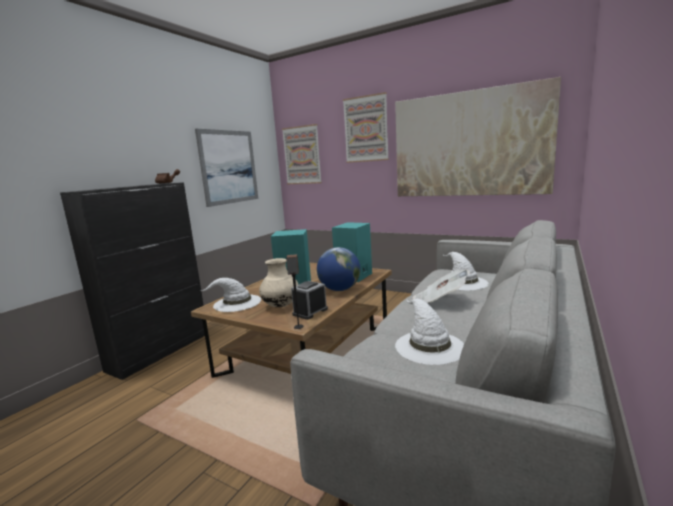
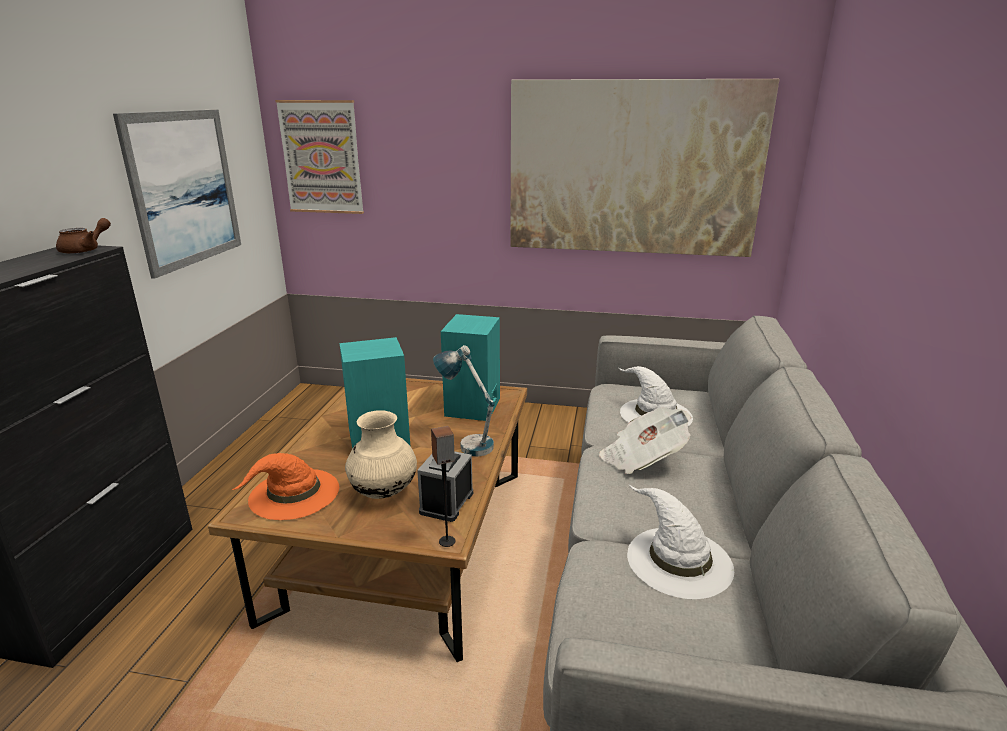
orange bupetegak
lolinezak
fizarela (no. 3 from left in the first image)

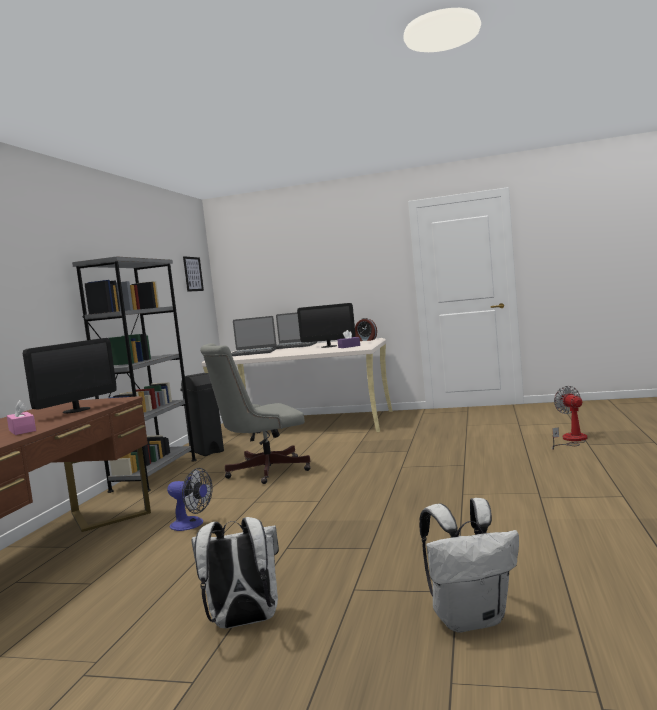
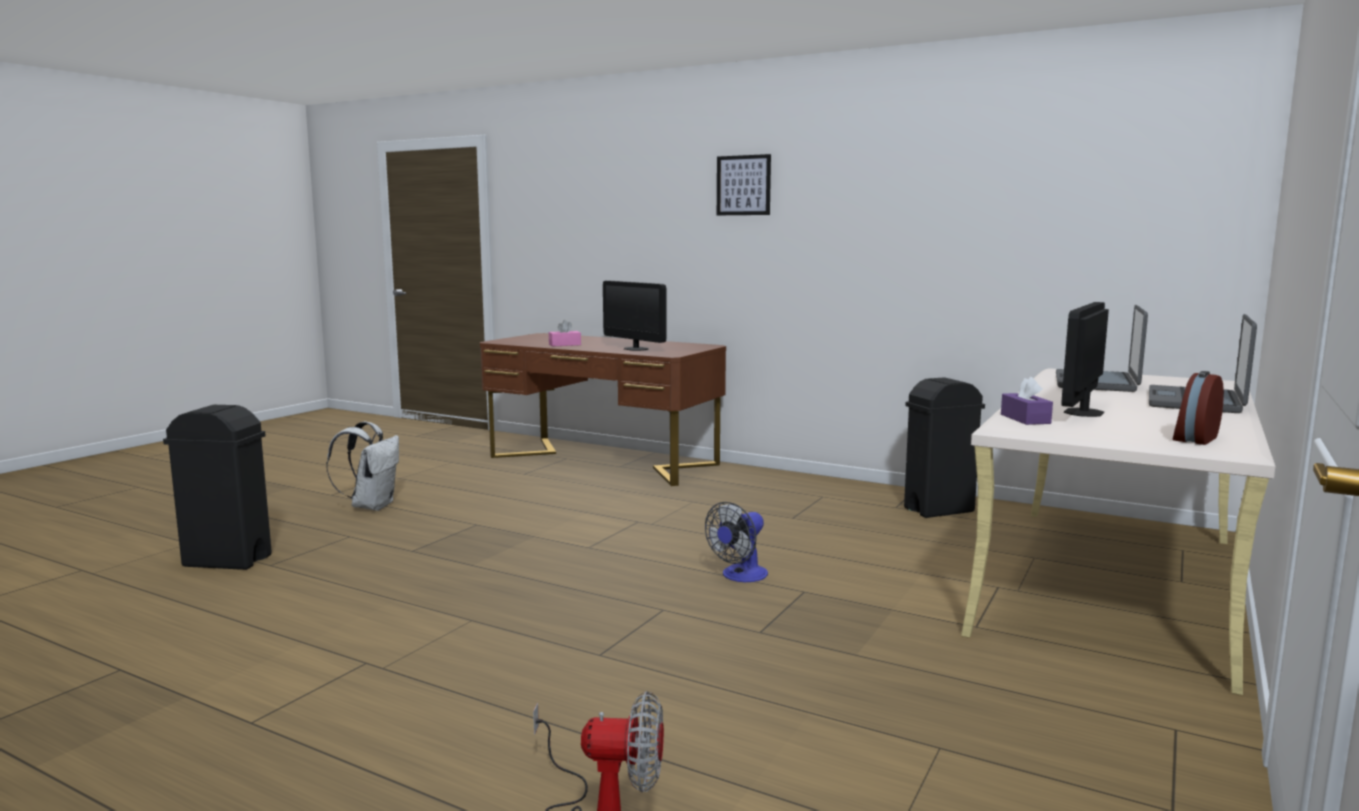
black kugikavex (no. 1 from left)
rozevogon (no. 2 from left)
fizarela
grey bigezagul
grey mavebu

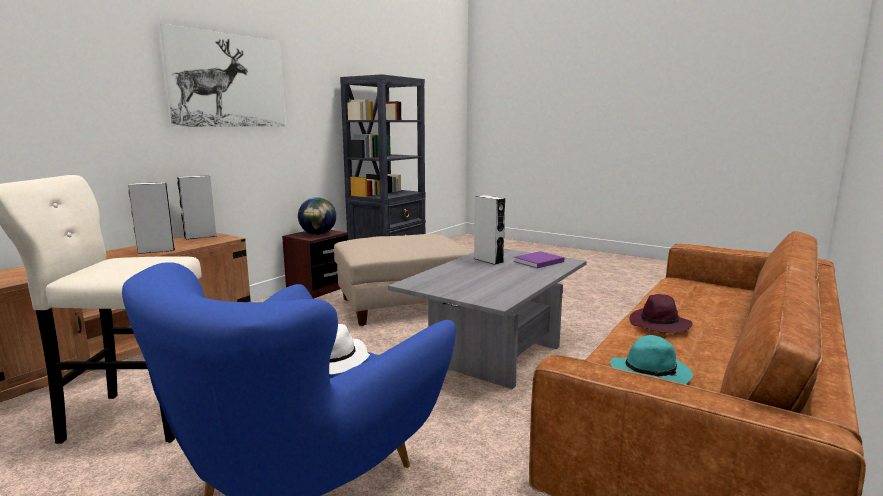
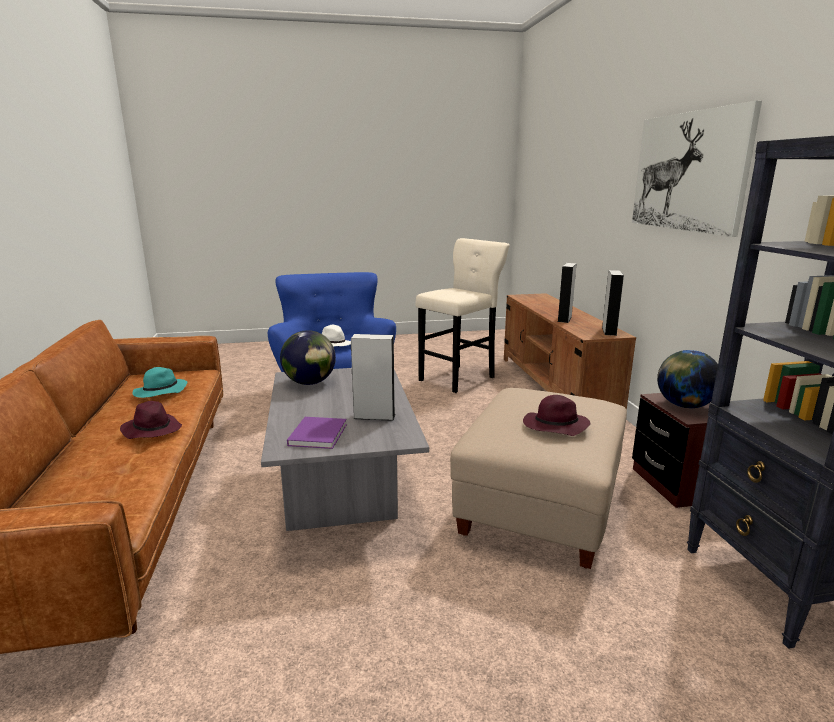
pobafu (no. 1 from left)
purple bupetegak (no. 2 from left)

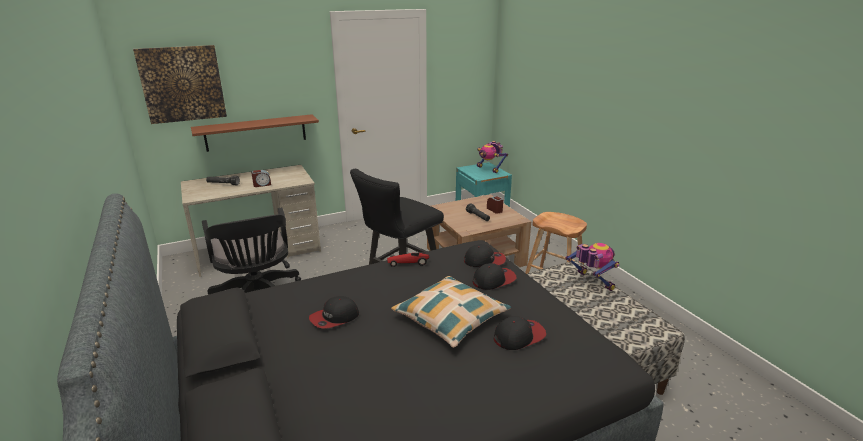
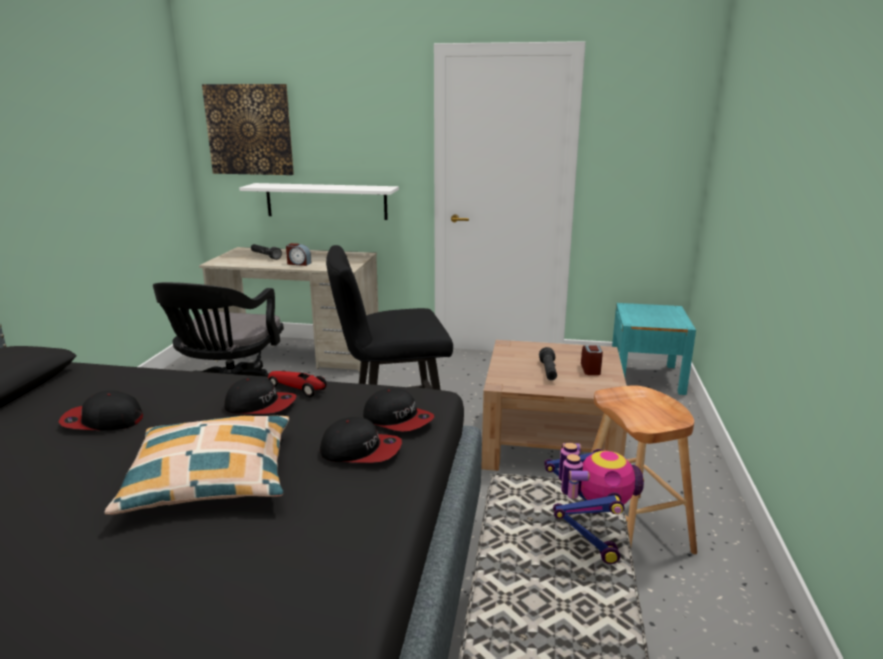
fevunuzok (no. 2 from left)
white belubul
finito (no. 1 from left in the first image)

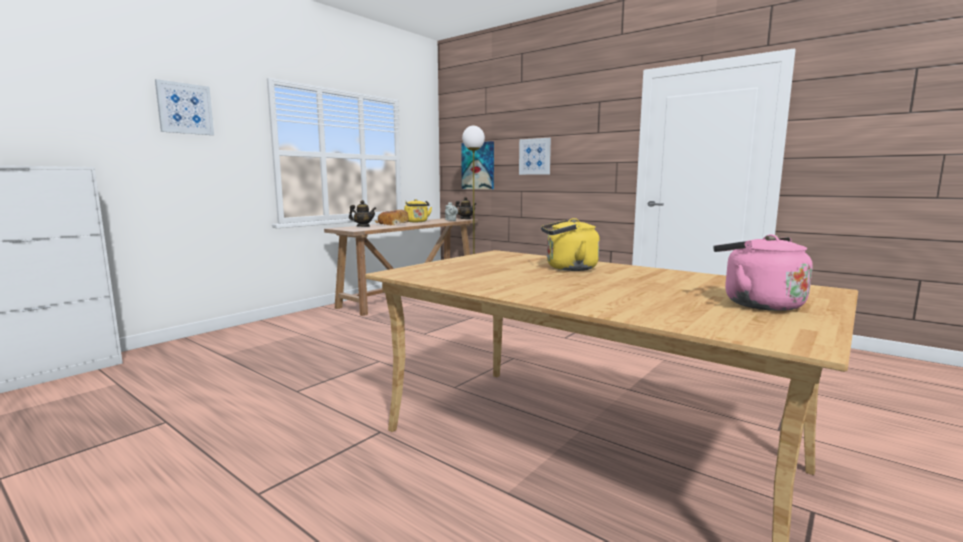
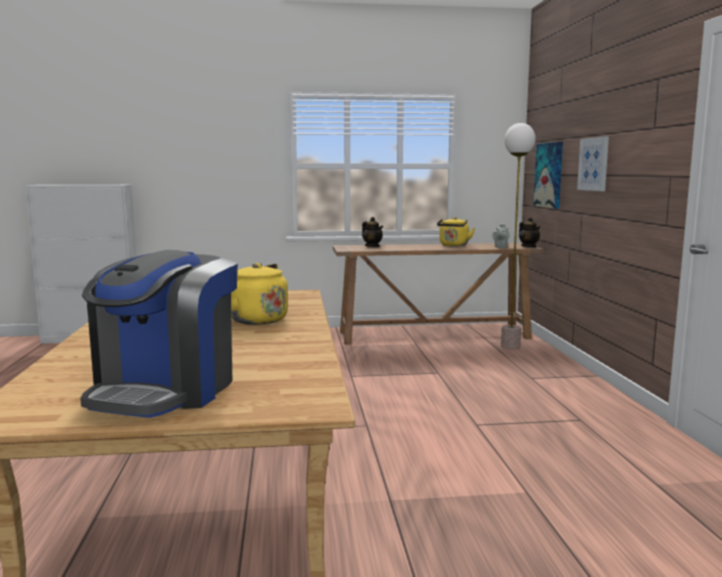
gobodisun
fizarela (no. 1 from left in the first image)
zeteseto

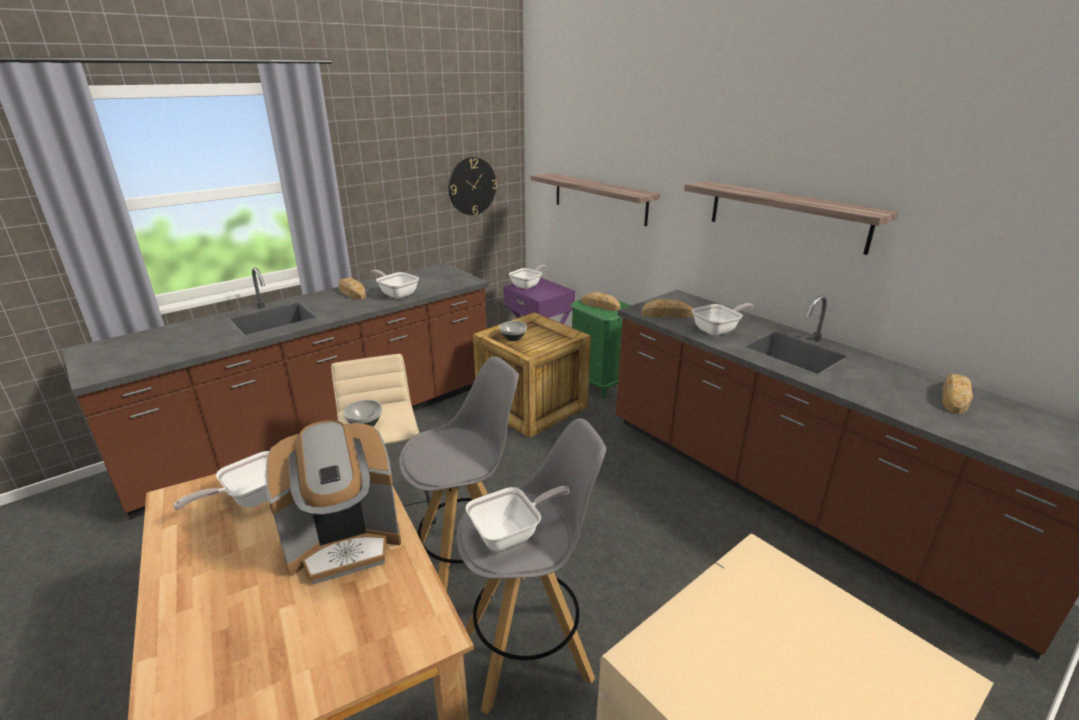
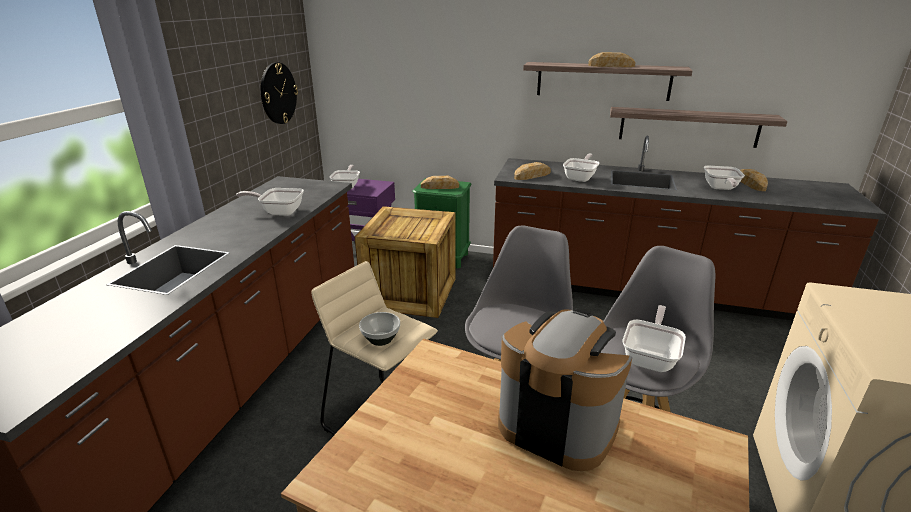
gobodisun
zeteseto (no. 3 from left)
belubul (no. 2 from left)
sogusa (no. 5 from left)
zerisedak (no. 2 from left in the first image)

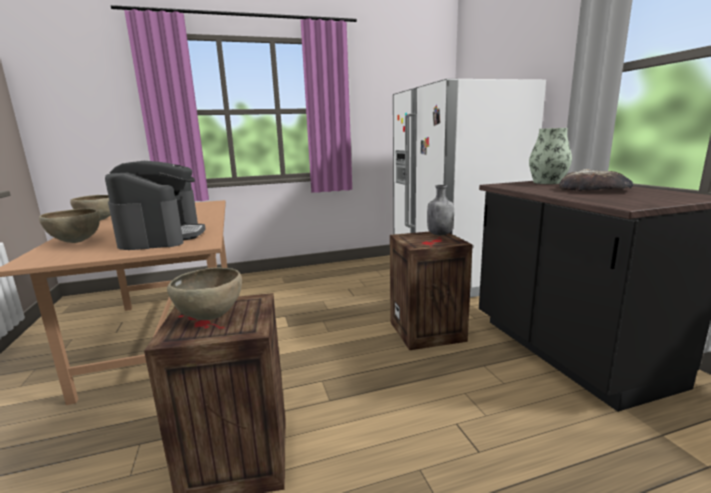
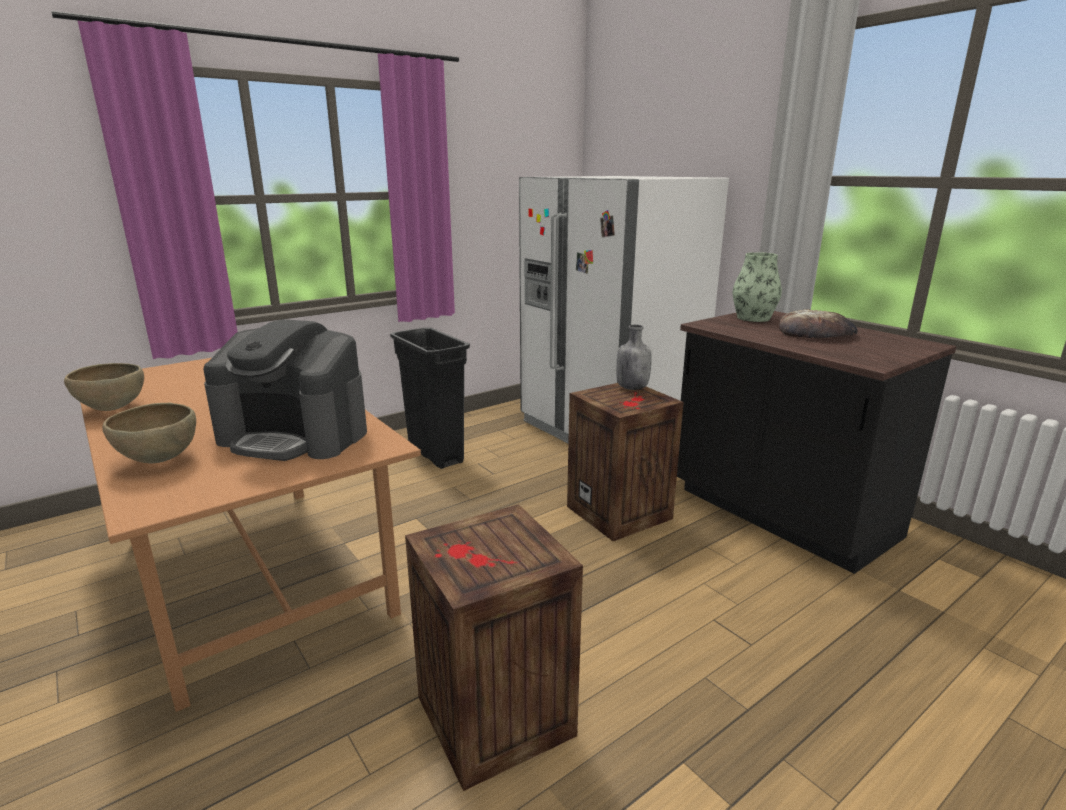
gobodisun
black kugikavex
brown zerisedak (no. 3 from left in the first image)

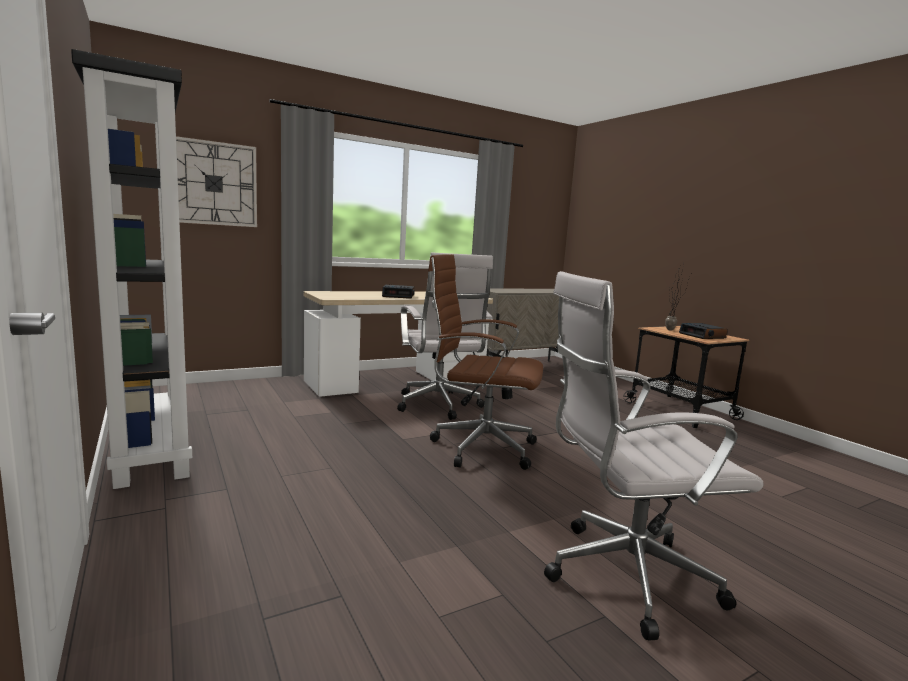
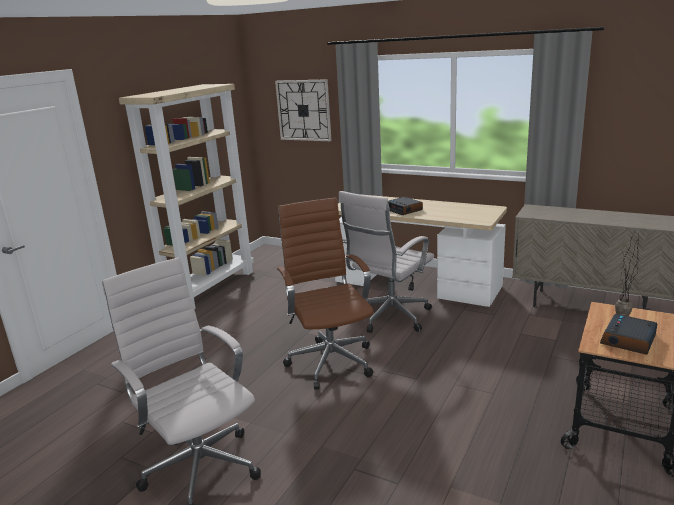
beige bigezagul

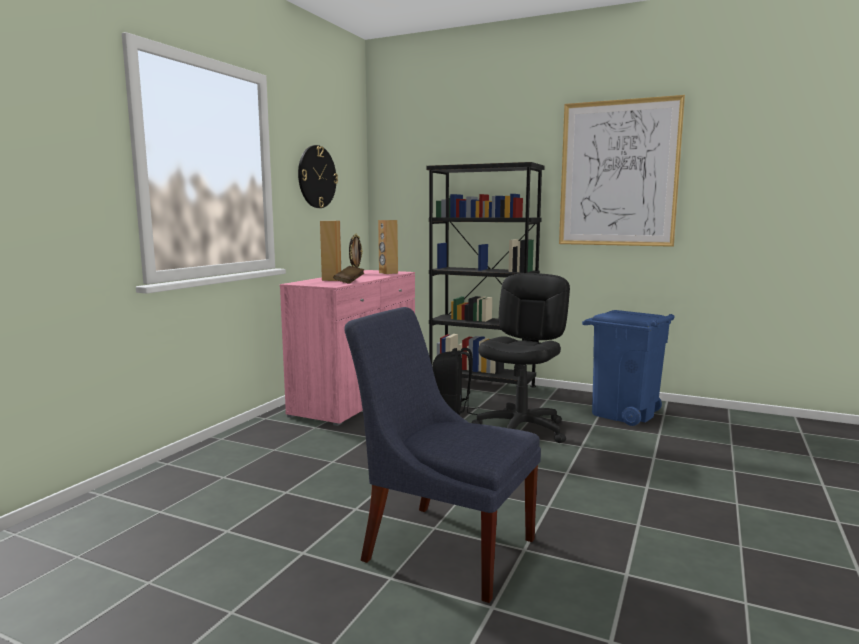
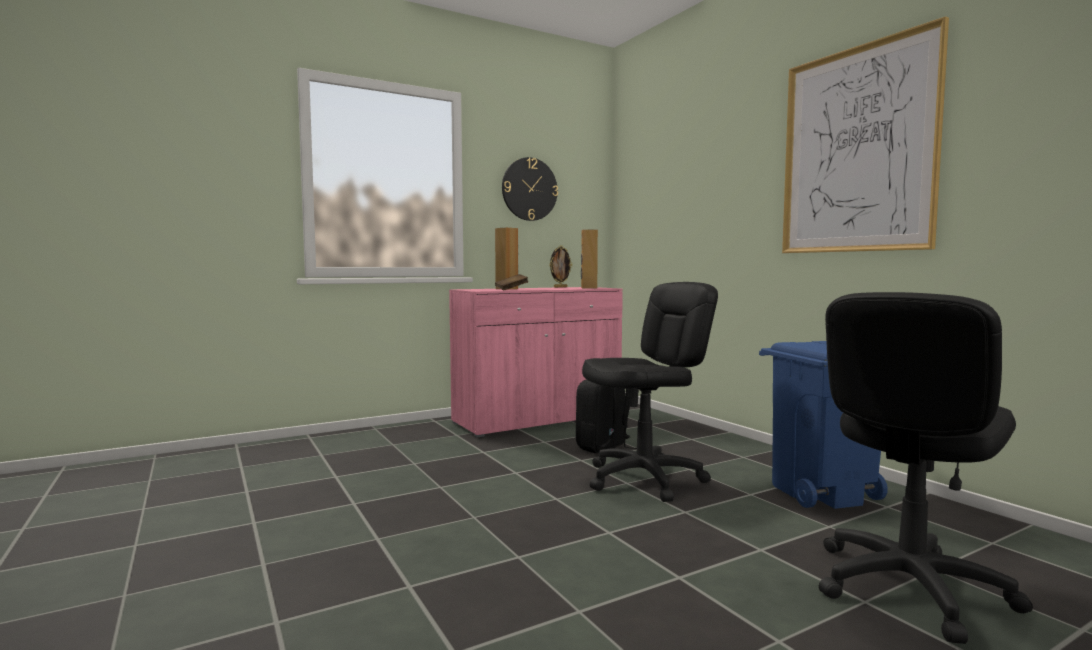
black mavebu (no. 2 from left)
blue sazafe
black bigezagul

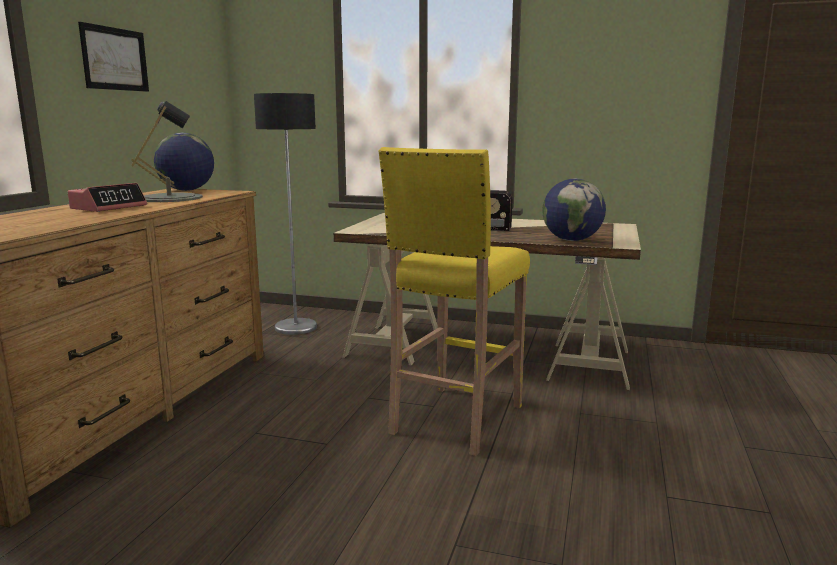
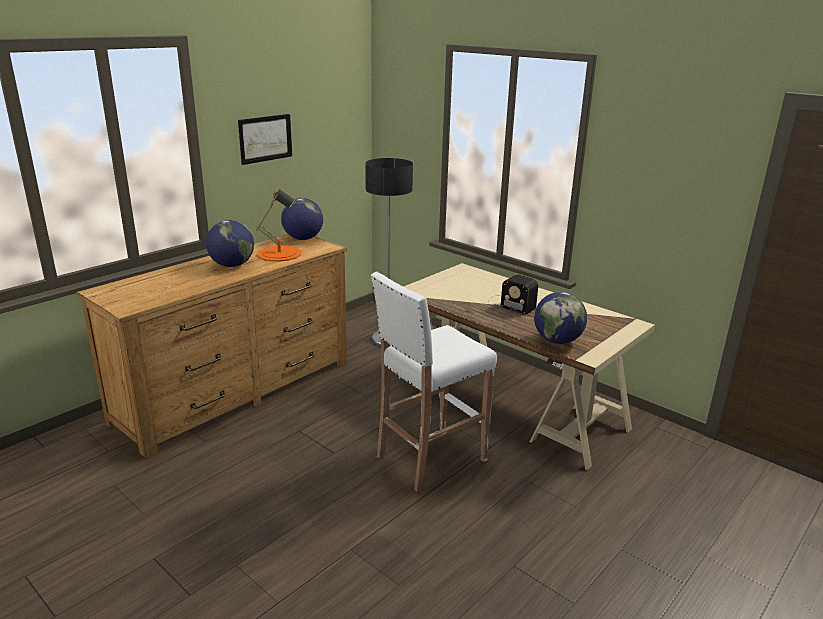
pobafu (no. 1 from left)
orange lolinezak
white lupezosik

